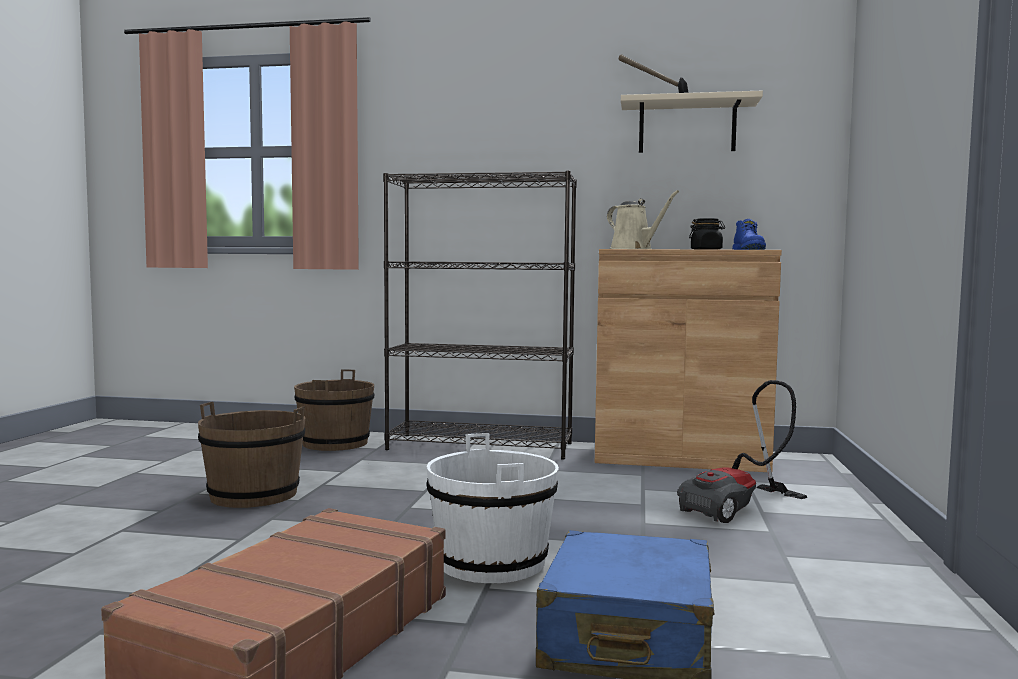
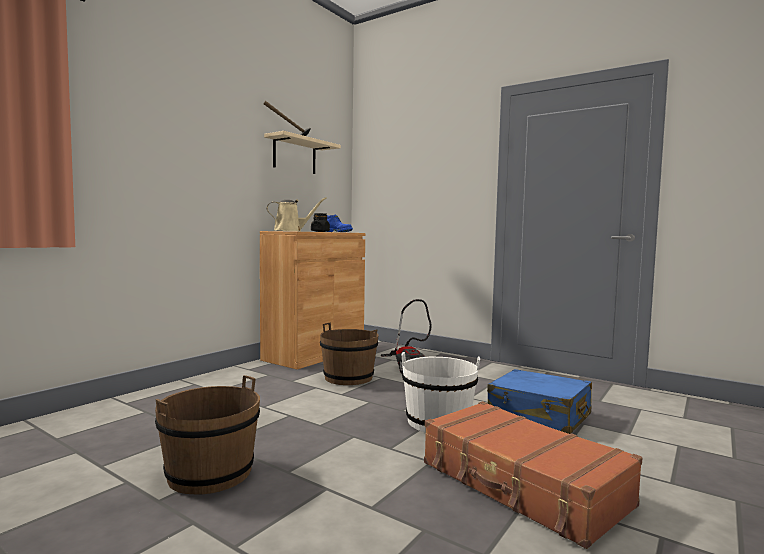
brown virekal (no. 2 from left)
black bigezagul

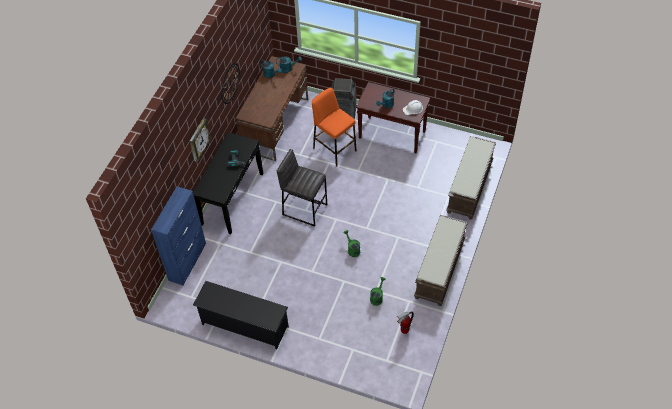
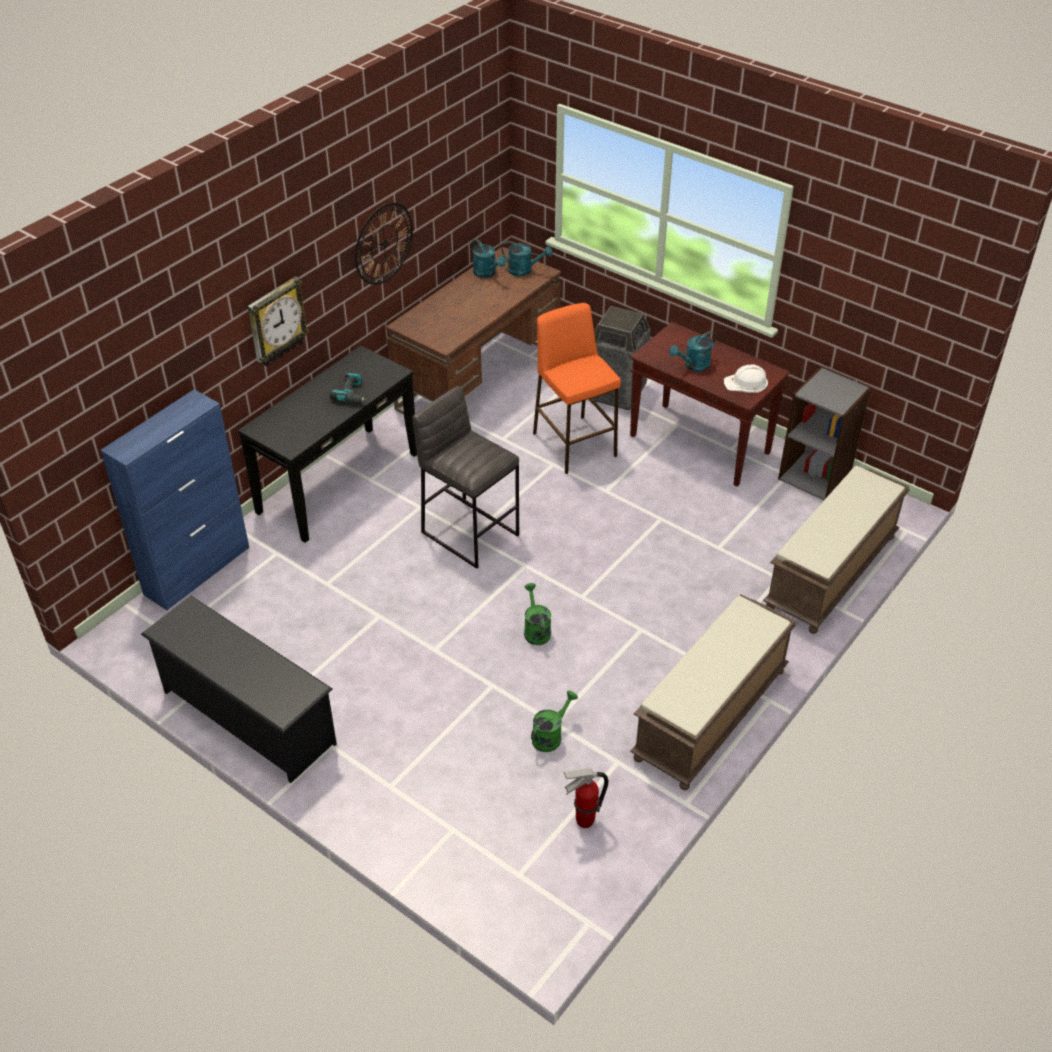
grey bigezagul

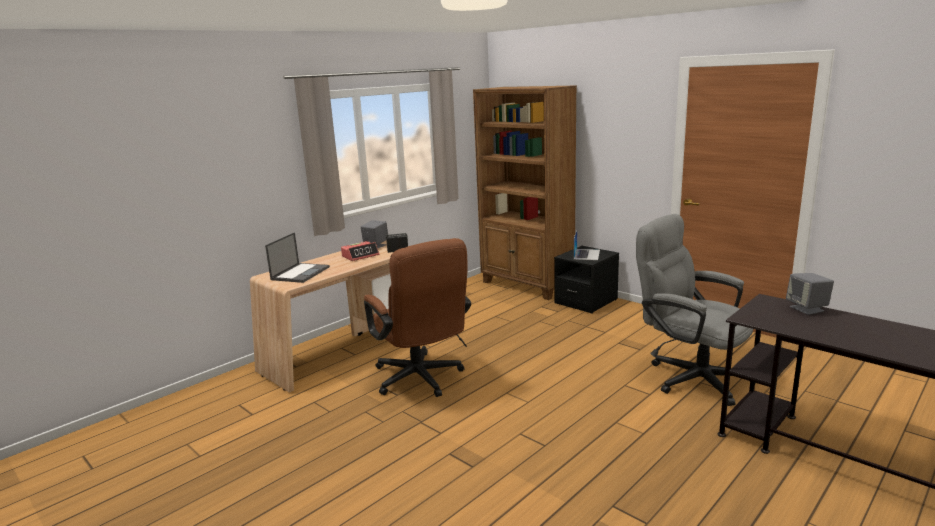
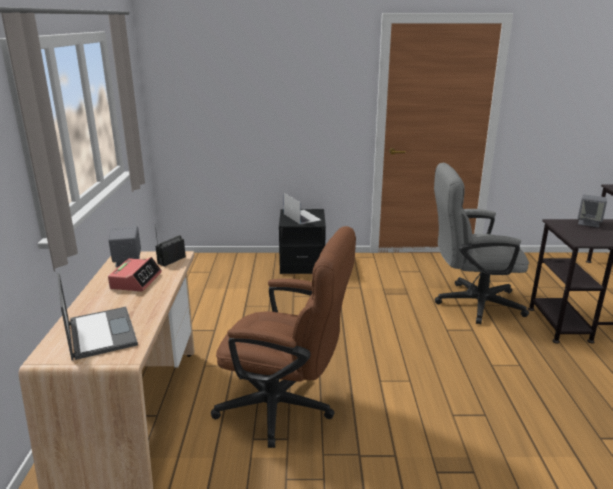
brown bigezagul

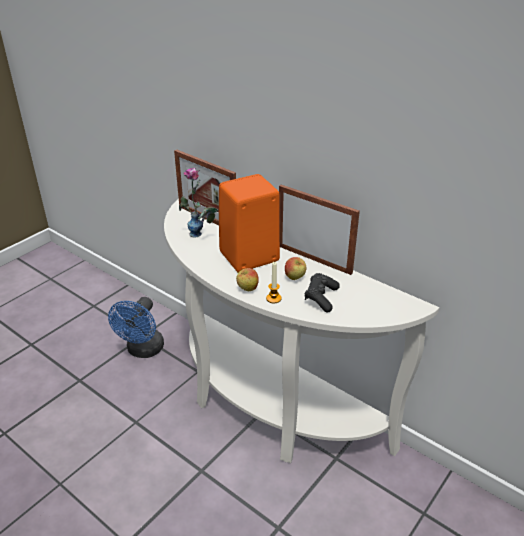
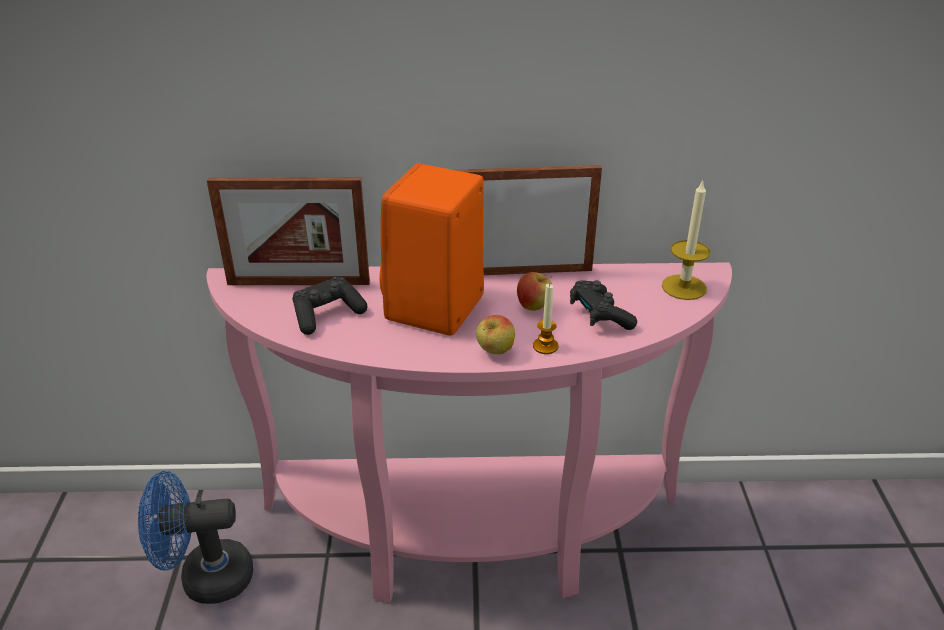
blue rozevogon
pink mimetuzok
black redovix (no. 1 from left)
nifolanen (no. 2 from left)

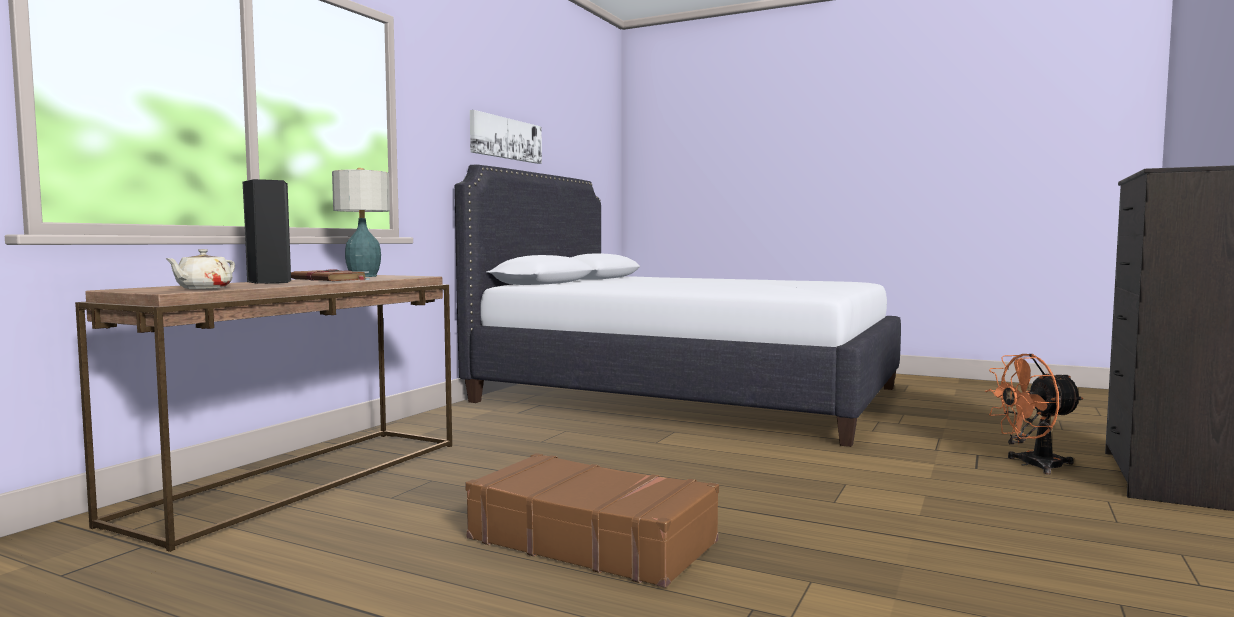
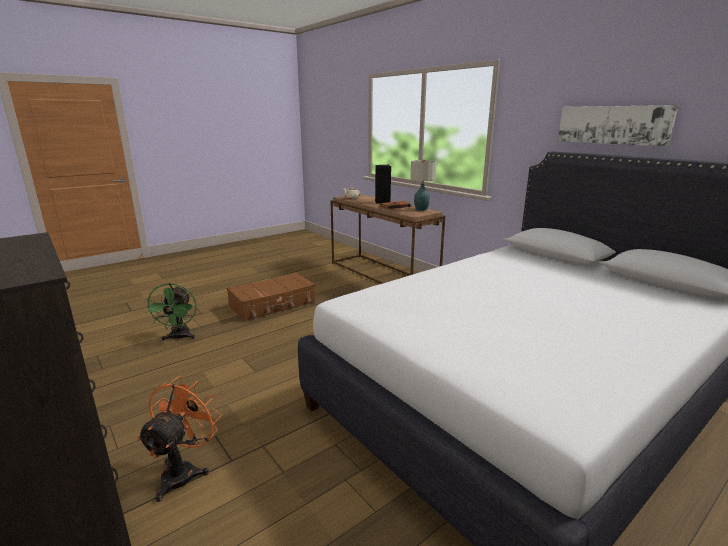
green rozevogon

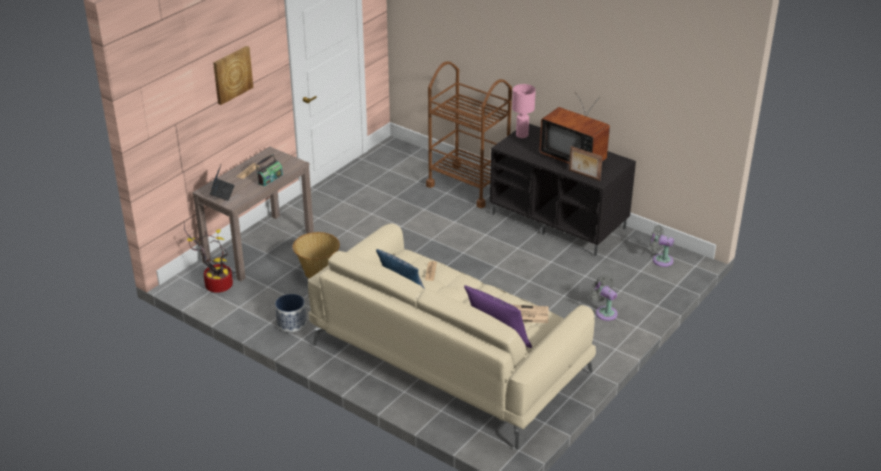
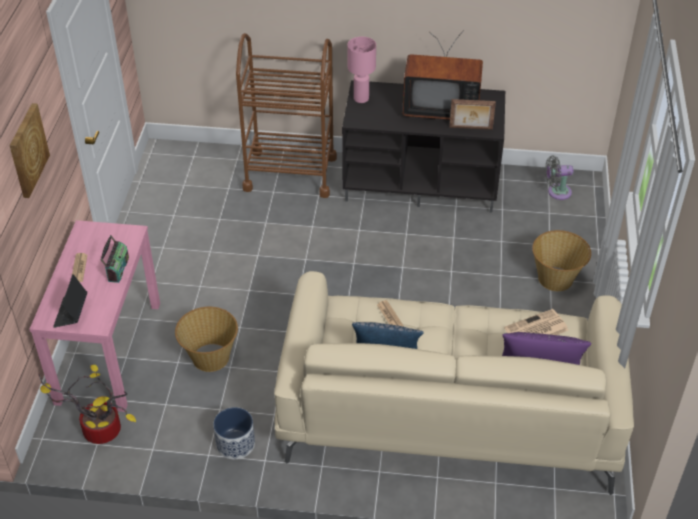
pink mimetuzok
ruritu
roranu (no. 2 from left)

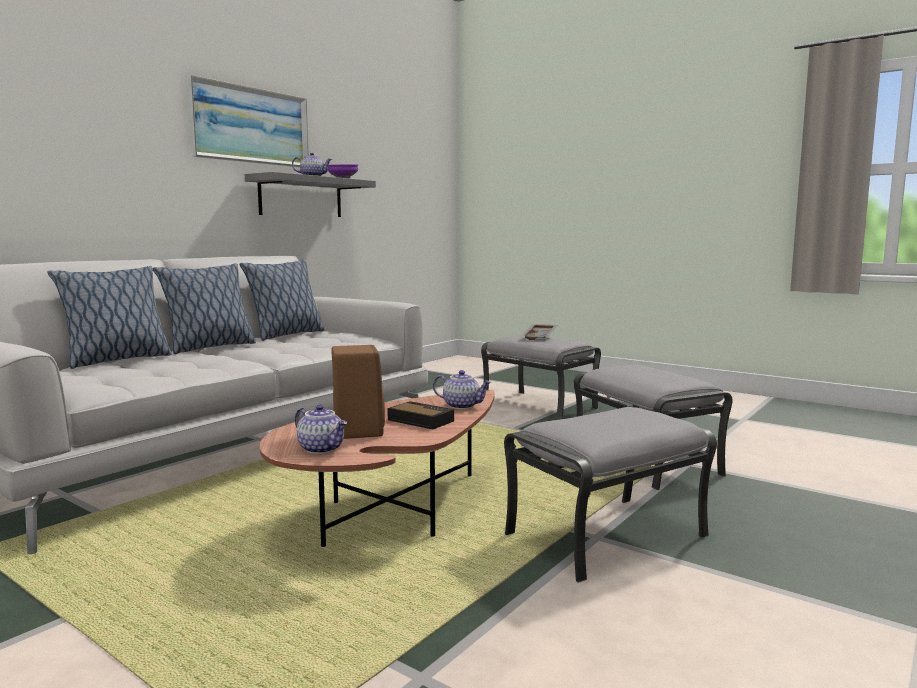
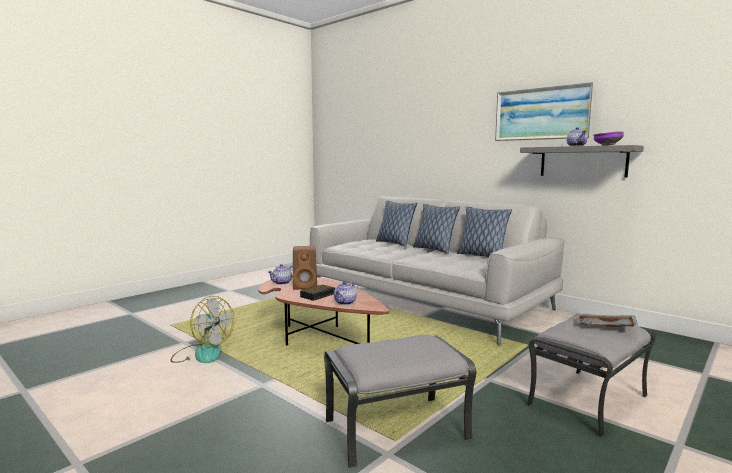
rozevogon
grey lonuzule (no. 2 from left in the first image)

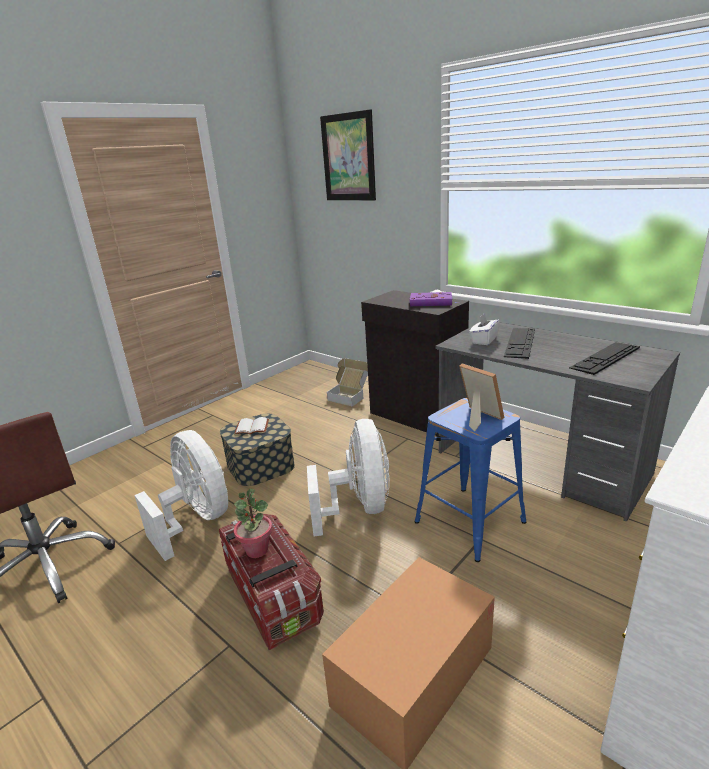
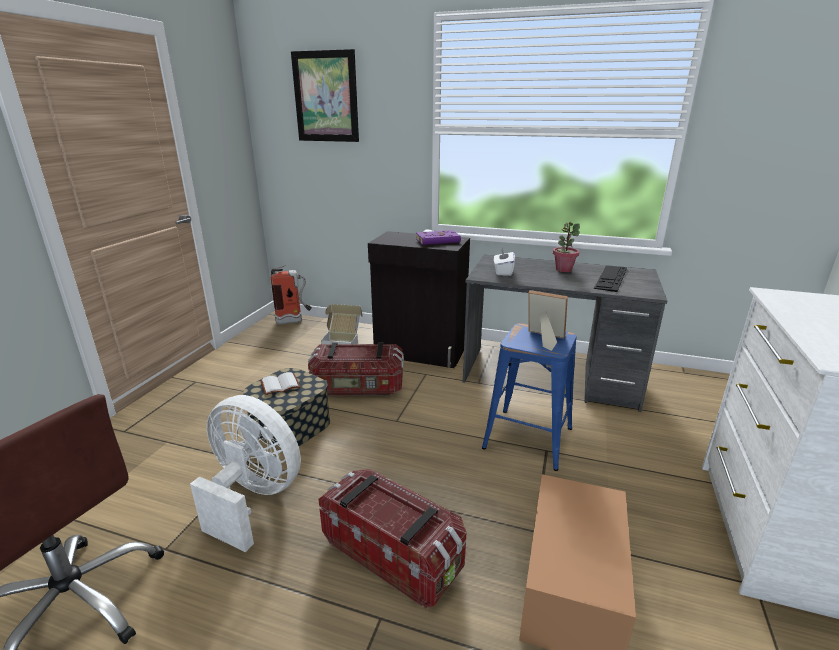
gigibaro
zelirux (no. 2 from left)
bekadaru
white rozevogon (no. 2 from left in the first image)
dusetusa (no. 1 from left in the first image)

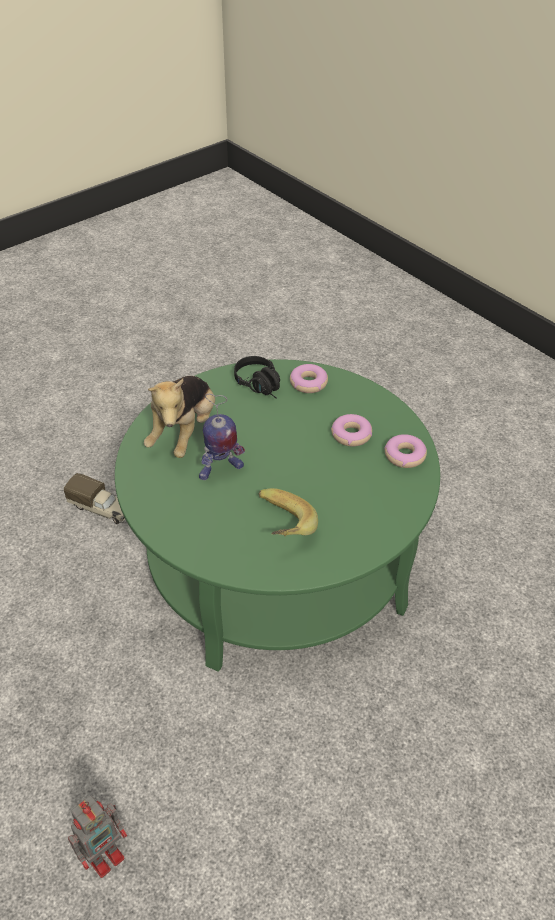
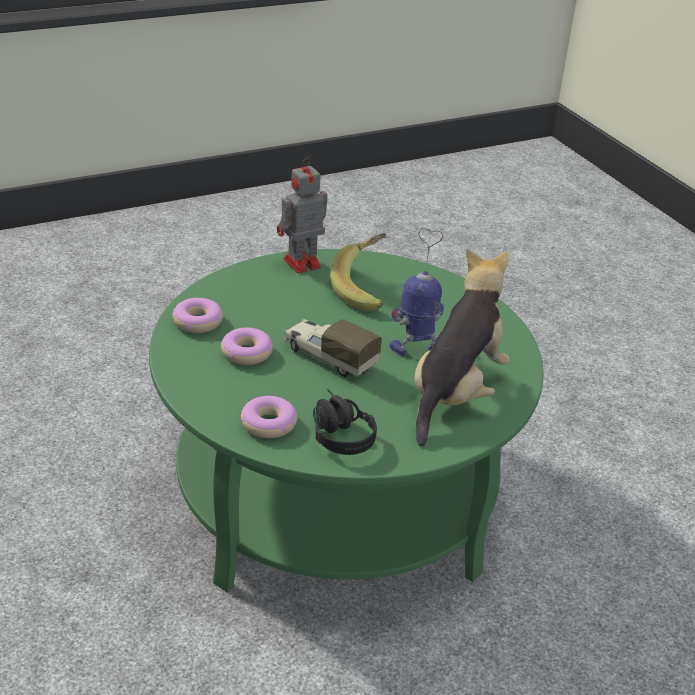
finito (no. 1 from left)
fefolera

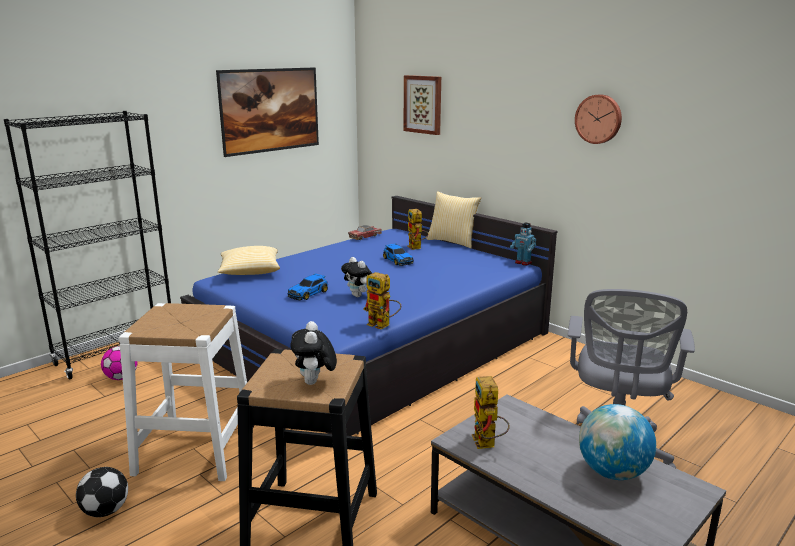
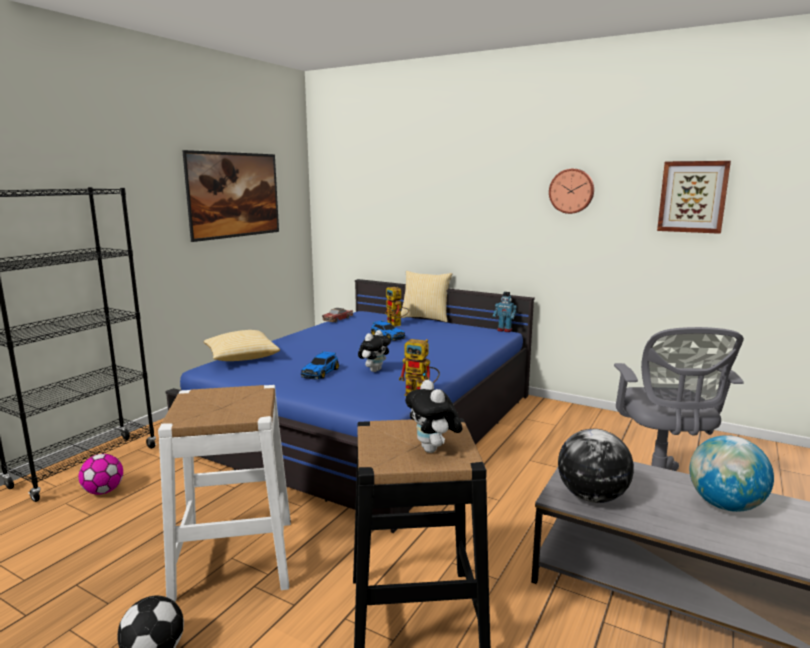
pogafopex (no. 1 from left)
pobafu (no. 1 from left)
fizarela (no. 2 from left)

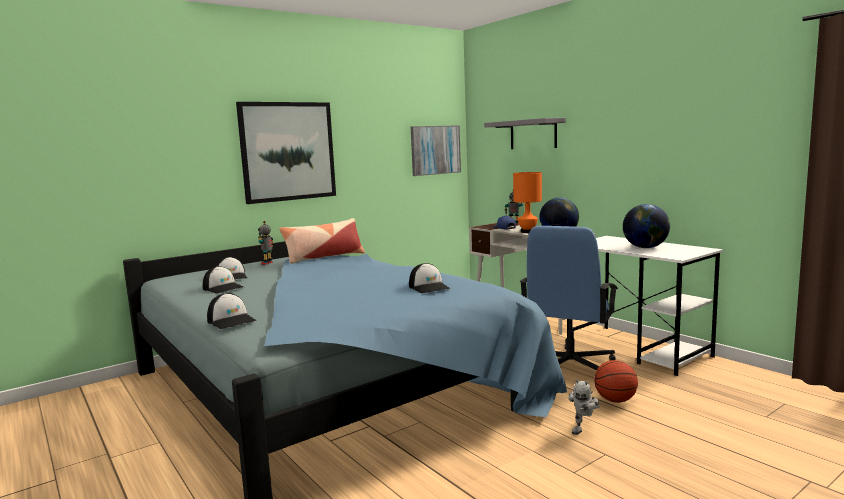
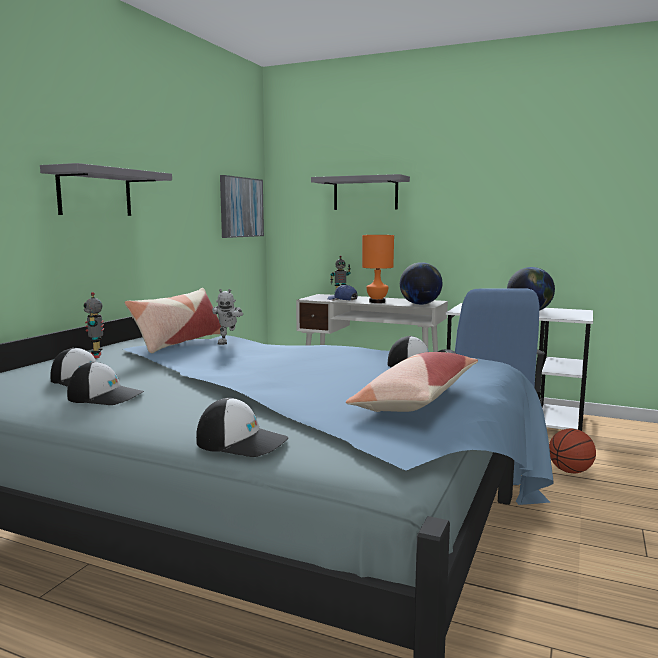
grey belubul (no. 1 from left)
finito (no. 2 from left)
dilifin (no. 2 from left)

